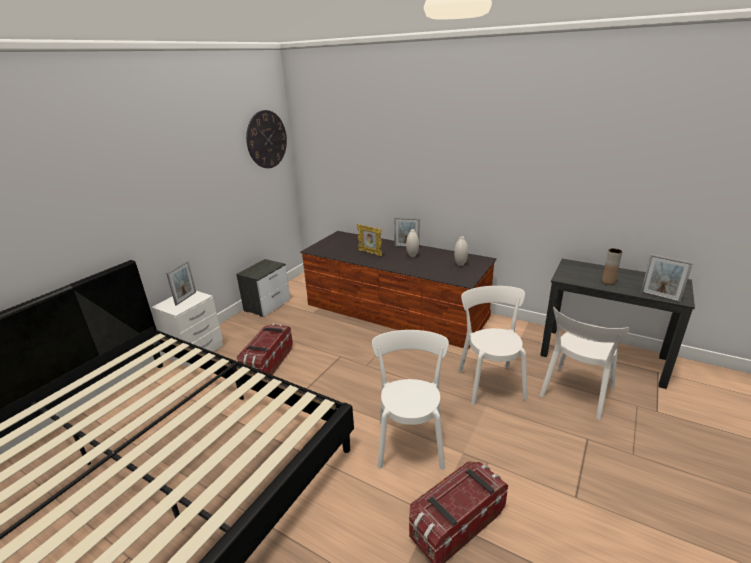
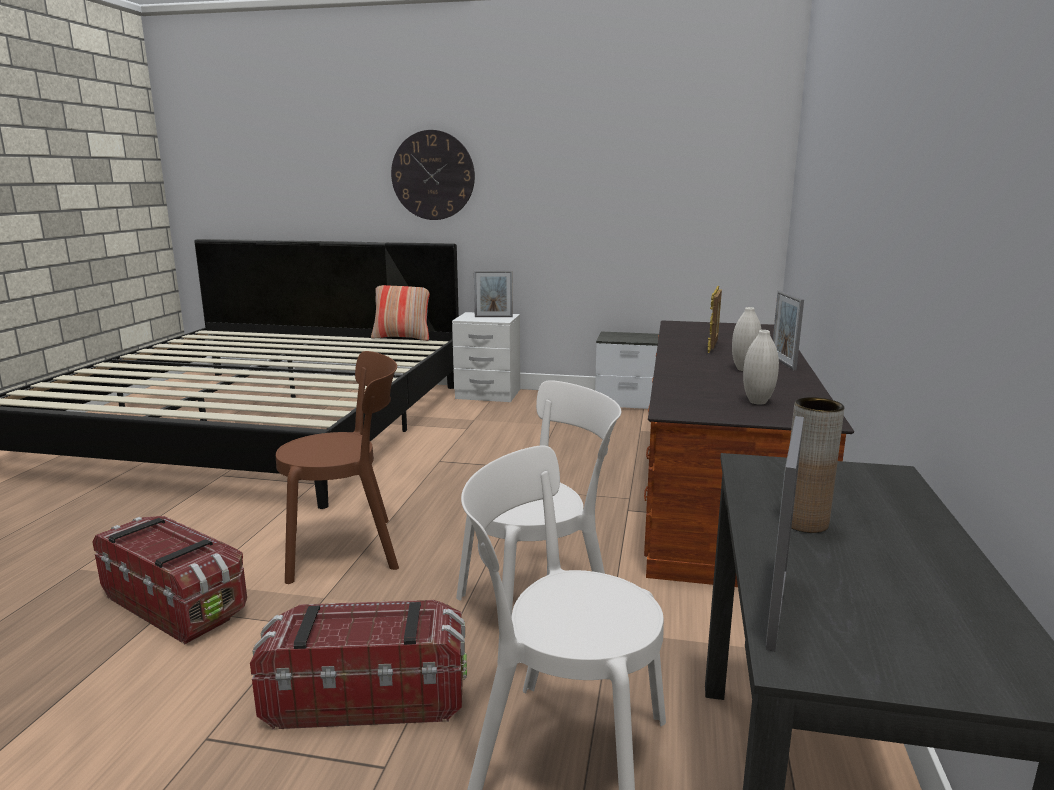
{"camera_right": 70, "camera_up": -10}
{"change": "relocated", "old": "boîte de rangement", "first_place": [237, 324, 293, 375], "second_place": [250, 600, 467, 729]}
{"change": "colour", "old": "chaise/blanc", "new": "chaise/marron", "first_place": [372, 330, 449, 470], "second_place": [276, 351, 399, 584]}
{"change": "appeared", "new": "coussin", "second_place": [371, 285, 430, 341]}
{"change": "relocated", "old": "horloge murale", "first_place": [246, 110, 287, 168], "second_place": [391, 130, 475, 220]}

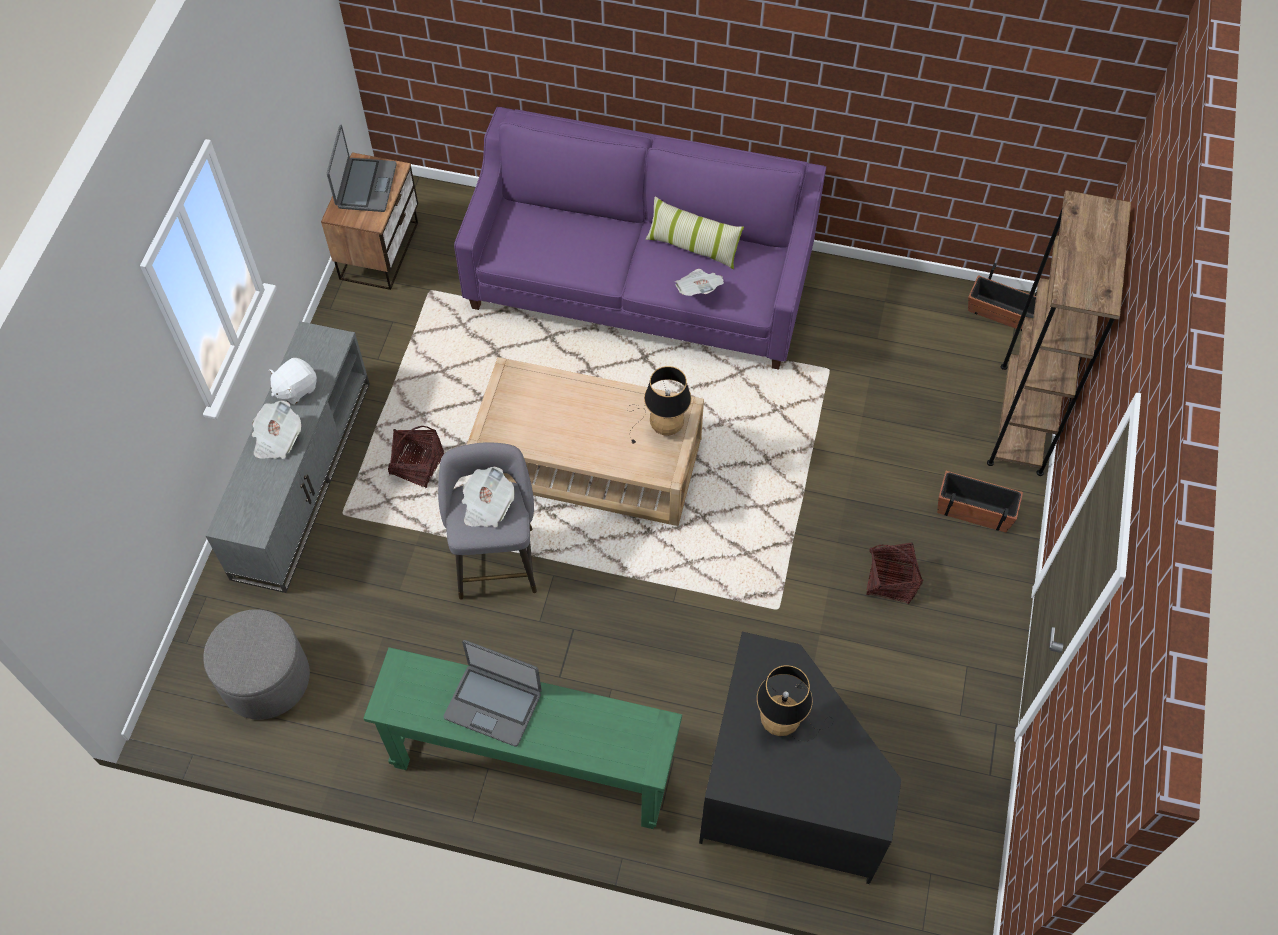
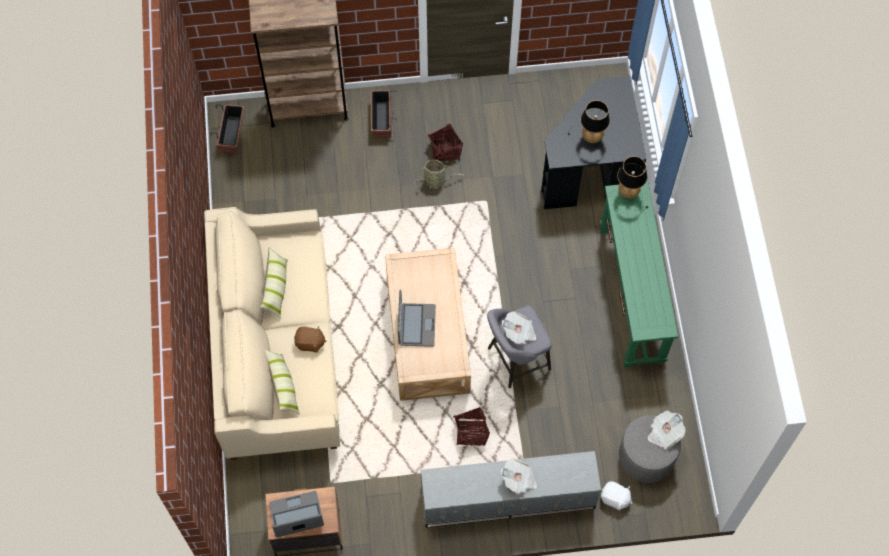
{"camera_right": -110, "camera_up": 5}
{"change": "colour", "old": "canapé/violet", "new": "canapé/beige", "first_place": [454, 107, 826, 370], "second_place": [204, 207, 340, 460]}
{"change": "appeared", "new": "coussin", "second_place": [265, 350, 300, 415]}
{"change": "appeared", "new": "peluche/marron", "second_place": [294, 326, 327, 352]}
{"change": "relocated", "old": "ordinateur portable", "first_place": [443, 640, 542, 747], "second_place": [398, 289, 436, 347]}
{"change": "appeared", "new": "panier", "second_place": [414, 159, 464, 191]}
{"change": "relocated", "old": "peluche/blanc", "first_place": [269, 358, 317, 405], "second_place": [601, 481, 632, 510]}
{"change": "relocated", "old": "lampe de table", "first_place": [627, 366, 691, 445], "second_place": [617, 156, 648, 218]}
{"change": "relocated", "old": "journal", "first_place": [675, 269, 724, 296], "second_place": [648, 411, 686, 449]}

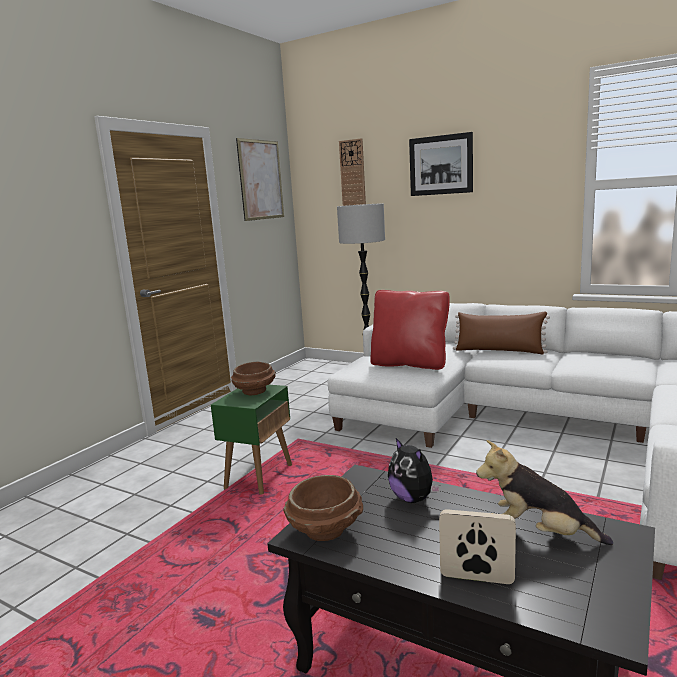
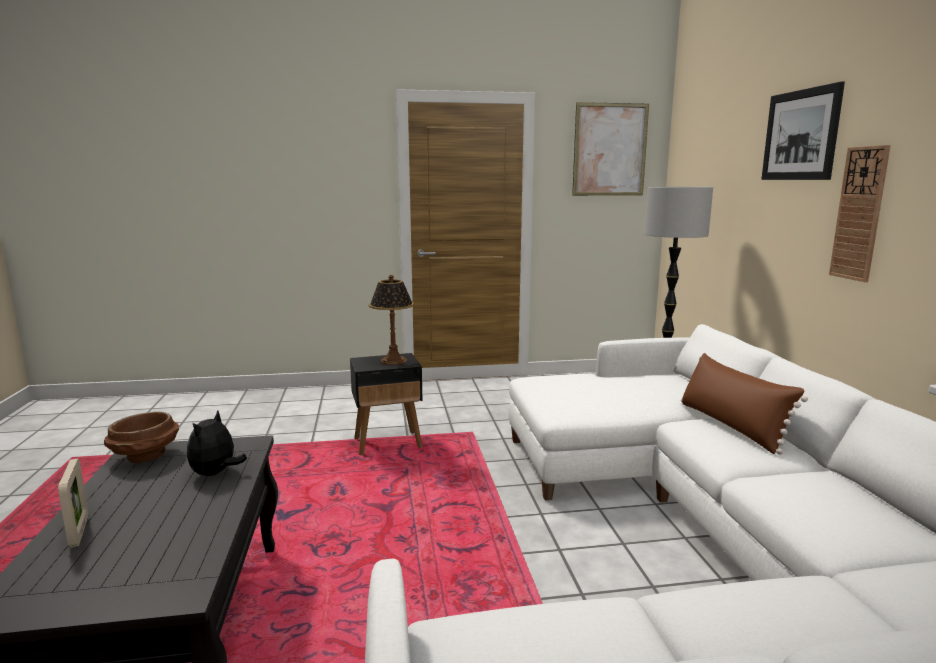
{"camera_right": 50, "camera_up": 0}
{"change": "colour", "old": "table d'appoint/vert", "new": "table d'appoint/noir", "first_place": [211, 385, 292, 495], "second_place": [350, 353, 422, 455]}
{"change": "exchanged", "old": "bol/marron", "new": "lampe de table", "first_place": [231, 362, 276, 395], "second_place": [369, 275, 414, 365]}
{"change": "relocated", "old": "horloge murale", "first_place": [339, 138, 366, 206], "second_place": [829, 145, 891, 282]}
{"change": "missing", "old": "coussin/rouge", "first_place": [370, 290, 450, 370]}
{"change": "missing", "old": "peluche", "first_place": [476, 440, 613, 545]}

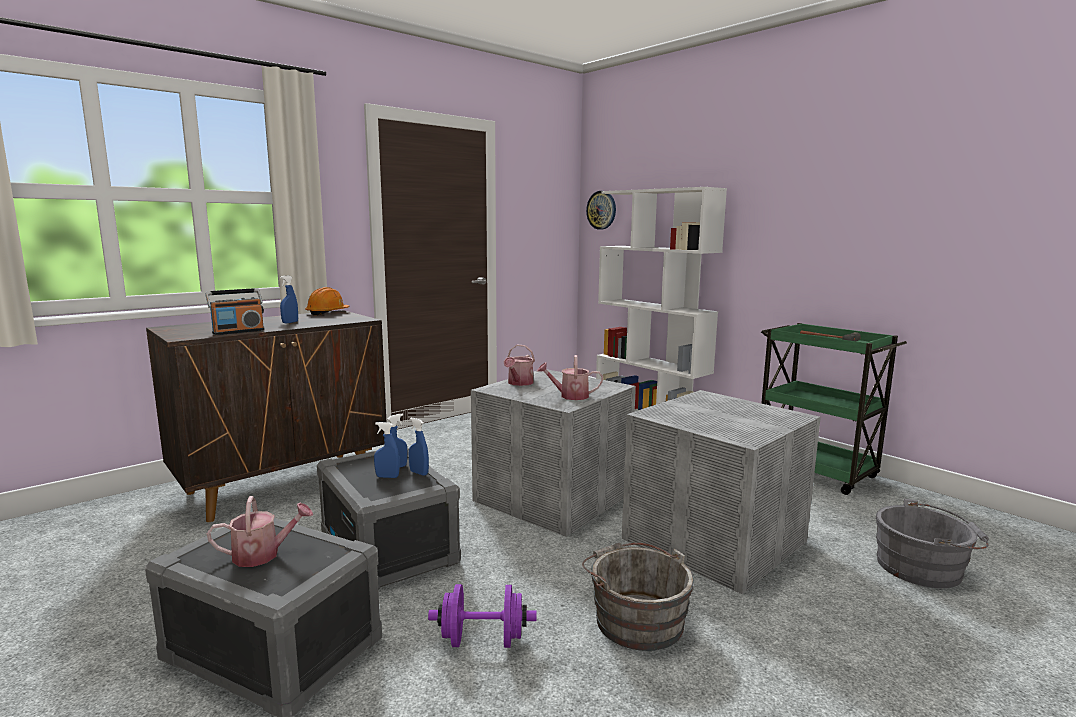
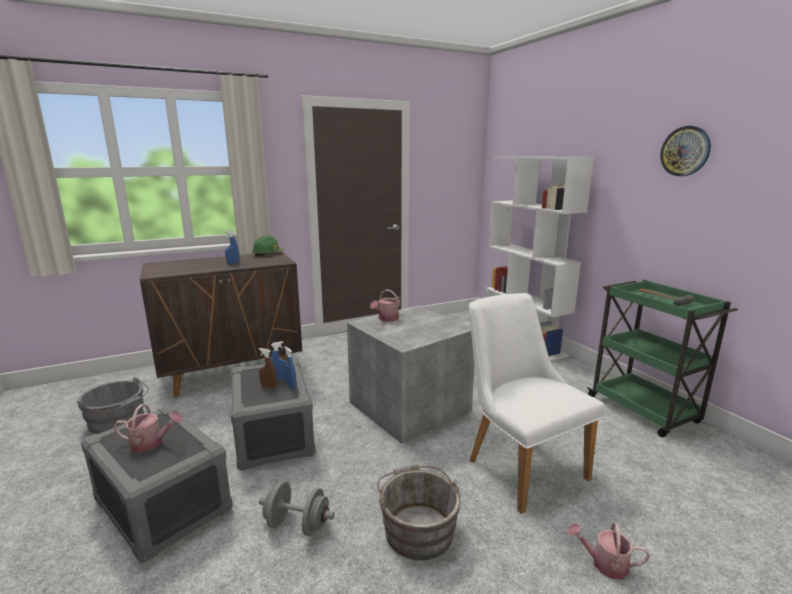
{"camera_right": 15, "camera_up": 5}
{"change": "relocated", "old": "seau/gris", "first_place": [876, 499, 989, 588], "second_place": [77, 377, 149, 434]}
{"change": "colour", "old": "casque de chantier/orange", "new": "casque de chantier/vert", "first_place": [305, 287, 350, 315], "second_place": [251, 236, 284, 256]}
{"change": "colour", "old": "vaporisateur/bleu", "new": "vaporisateur/marron", "first_place": [374, 422, 400, 478], "second_place": [259, 348, 276, 388]}
{"change": "colour", "old": "haltère/violet", "new": "haltère/gris", "first_place": [428, 584, 537, 648], "second_place": [259, 481, 335, 536]}
{"change": "exchanged", "old": "boîte de rangement/gris", "new": "chaise/blanc", "first_place": [622, 390, 821, 594], "second_place": [469, 293, 605, 514]}
{"change": "relocated", "old": "arrosoir", "first_place": [537, 355, 603, 400], "second_place": [567, 522, 650, 579]}
{"change": "relocated", "old": "horloge murale", "first_place": [586, 191, 616, 230], "second_place": [660, 126, 711, 176]}
{"change": "missing", "old": "radio", "first_place": [205, 288, 264, 335]}

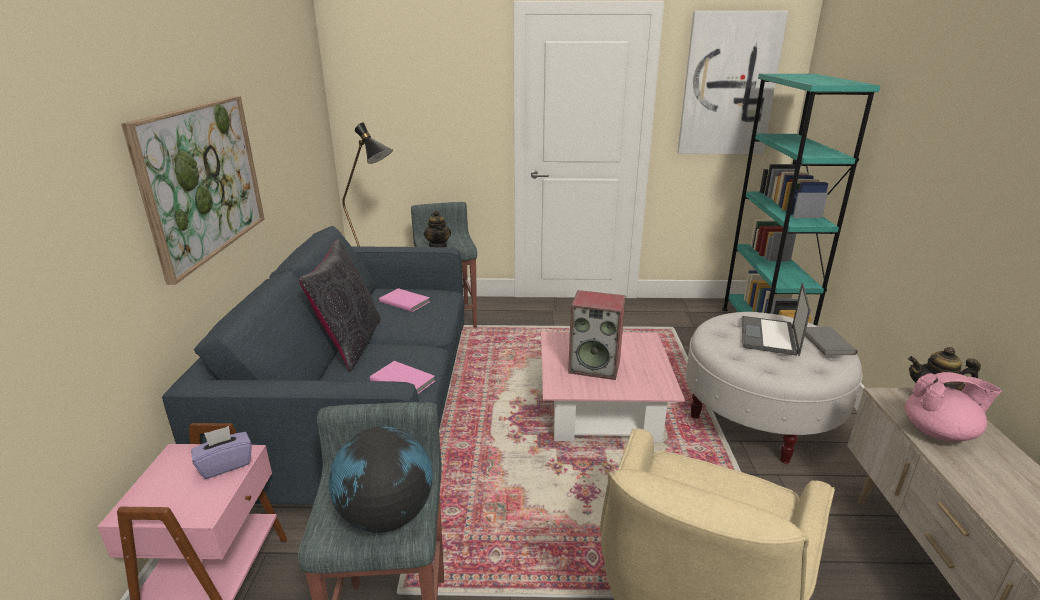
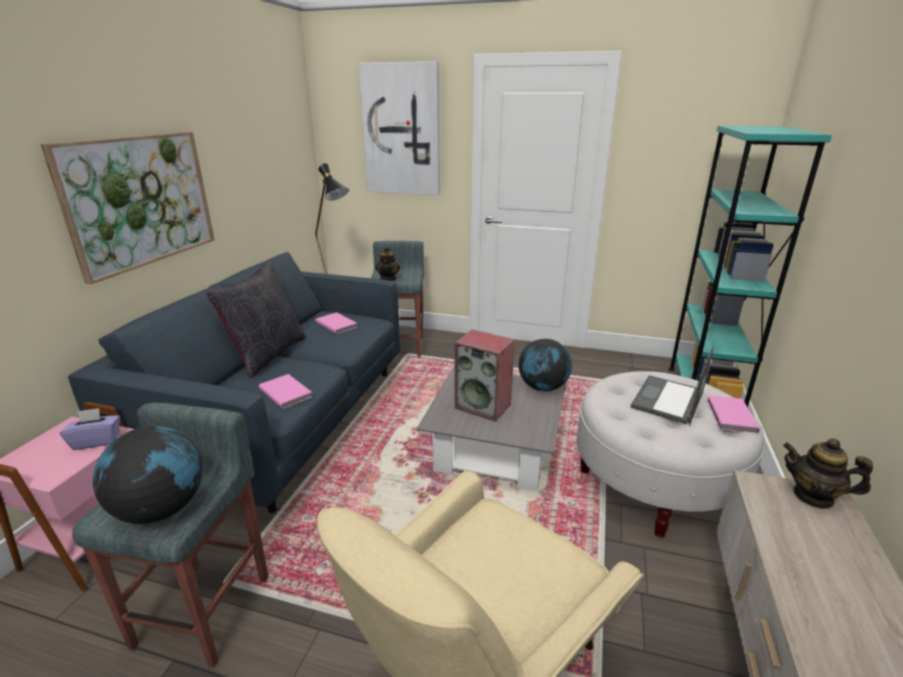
{"camera_right": 15, "camera_up": 0}
{"change": "relocated", "old": "tableau", "first_place": [677, 11, 788, 154], "second_place": [359, 61, 440, 195]}
{"change": "colour", "old": "table basse/rose", "new": "table basse/gris", "first_place": [541, 332, 685, 442], "second_place": [416, 366, 566, 491]}
{"change": "appeared", "new": "globe", "second_place": [519, 339, 572, 391]}
{"change": "colour", "old": "livre/gris", "new": "livre/rose", "first_place": [805, 327, 858, 356], "second_place": [707, 395, 760, 433]}
{"change": "missing", "old": "théière/rose", "first_place": [905, 372, 1002, 442]}

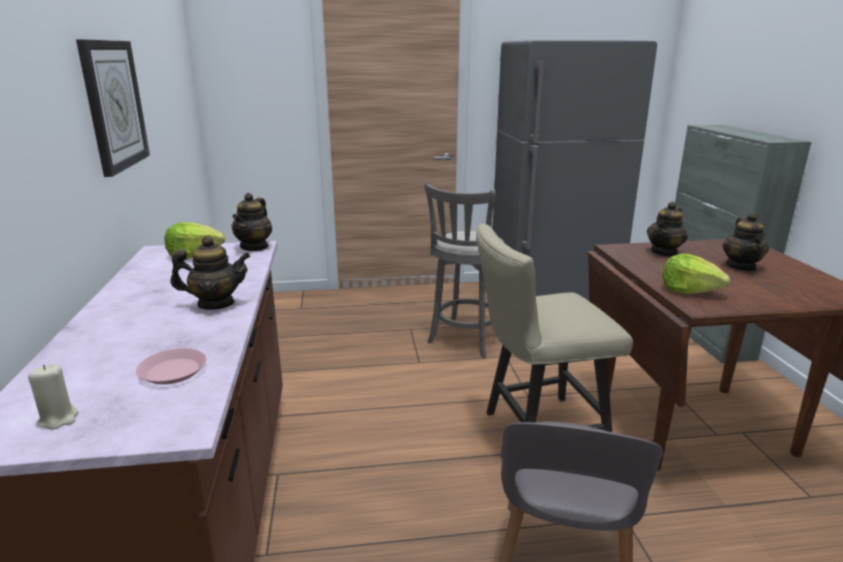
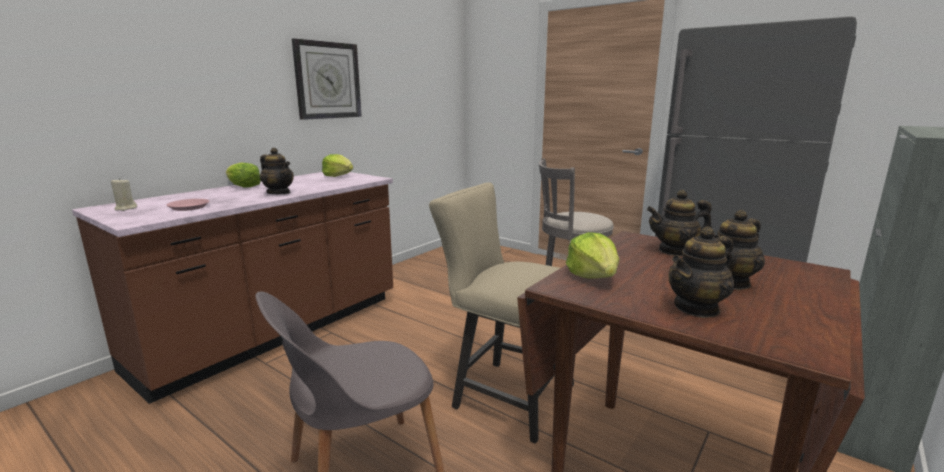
{"camera_right": 45, "camera_up": -5}
{"change": "appeared", "new": "laitue", "second_place": [226, 163, 261, 188]}
{"change": "relocated", "old": "théière", "first_place": [232, 193, 272, 251], "second_place": [668, 226, 734, 318]}

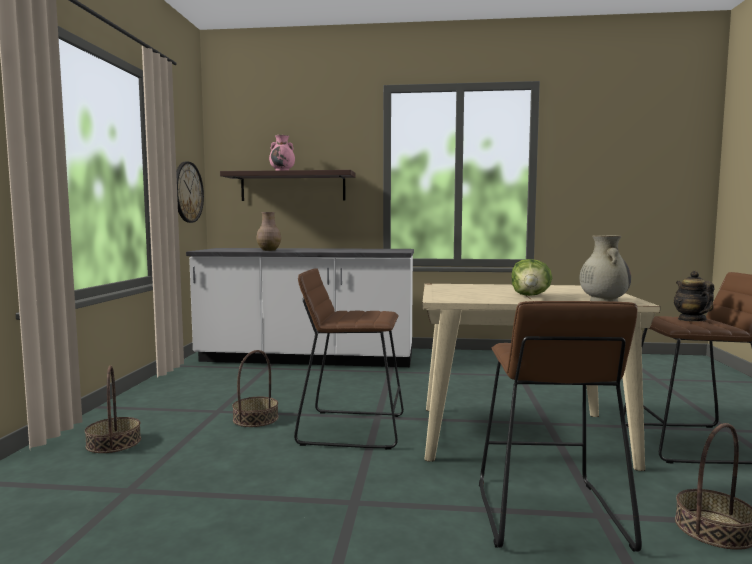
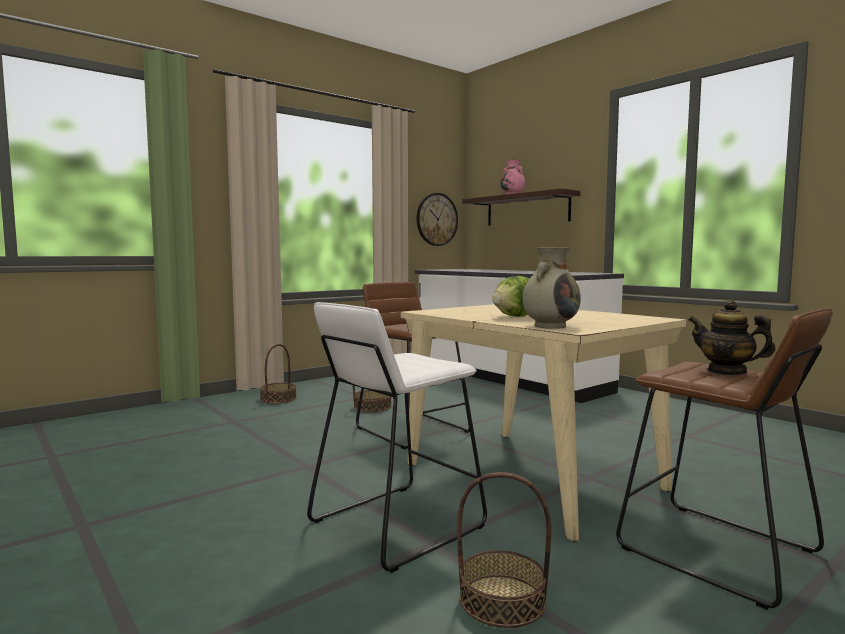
{"camera_right": 45, "camera_up": 0}
{"change": "colour", "old": "tabouret/marron", "new": "tabouret/blanc", "first_place": [479, 301, 642, 552], "second_place": [307, 302, 487, 573]}
{"change": "spun", "old": "théière", "first_place": [674, 271, 714, 322], "second_place": [689, 300, 776, 375], "degrees": -90}
{"change": "missing", "old": "vase/marron", "first_place": [257, 212, 281, 251]}

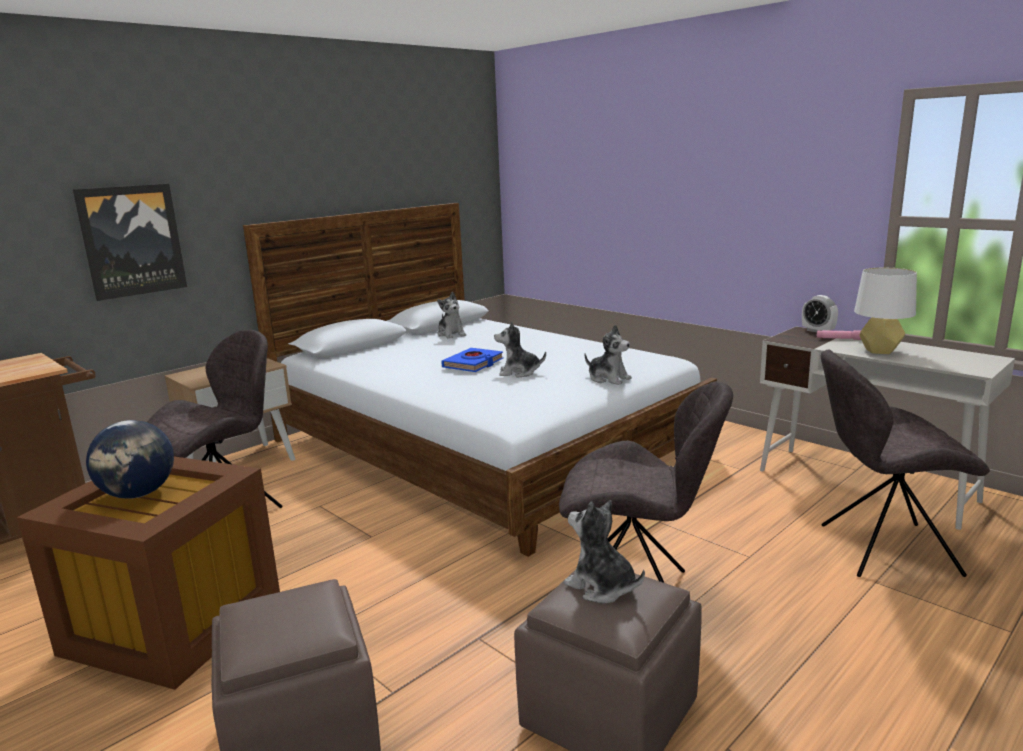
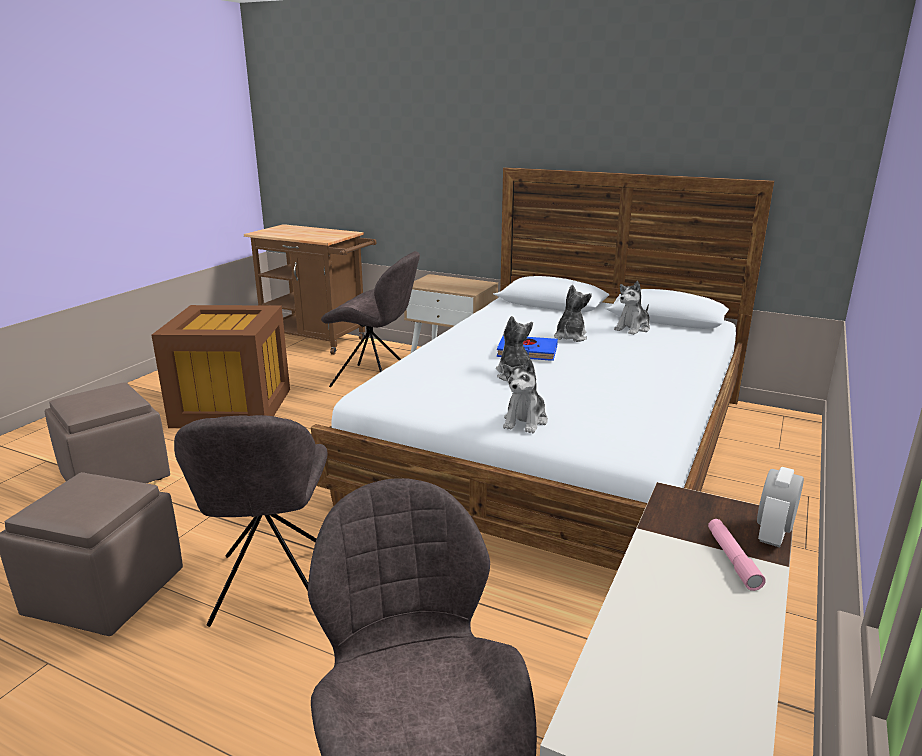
{"camera_right": 70, "camera_up": 5}
{"change": "relocated", "old": "peluche", "first_place": [564, 500, 645, 603], "second_place": [554, 285, 592, 342]}
{"change": "missing", "old": "tableau", "first_place": [73, 184, 187, 301]}
{"change": "missing", "old": "globe", "first_place": [86, 420, 174, 499]}
{"change": "missing", "old": "lampe de table/blanc", "first_place": [854, 268, 917, 354]}

